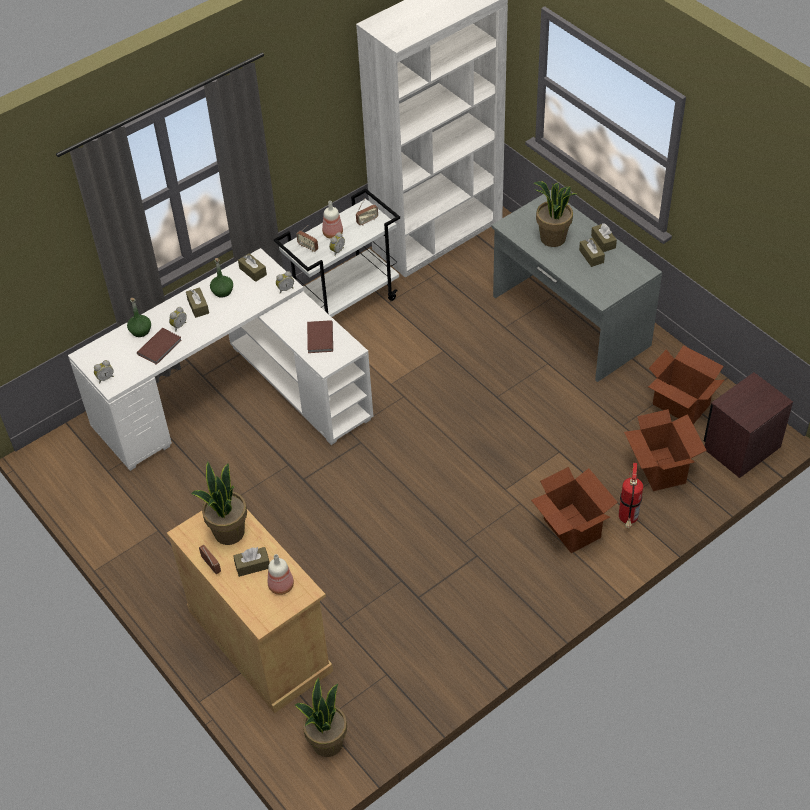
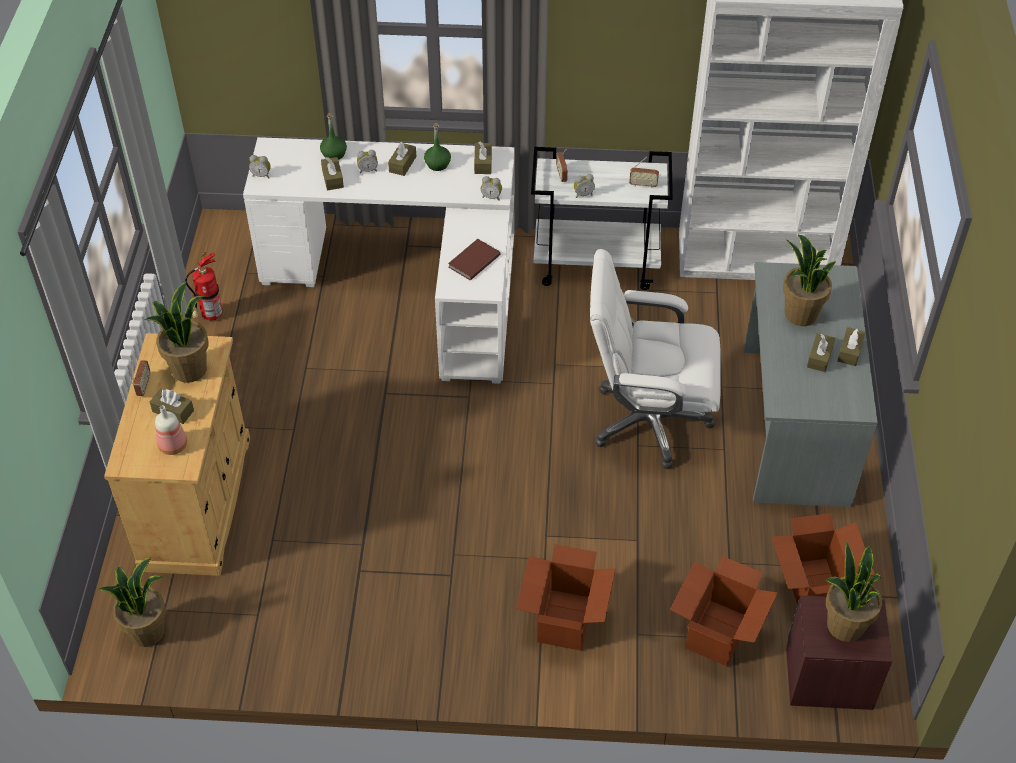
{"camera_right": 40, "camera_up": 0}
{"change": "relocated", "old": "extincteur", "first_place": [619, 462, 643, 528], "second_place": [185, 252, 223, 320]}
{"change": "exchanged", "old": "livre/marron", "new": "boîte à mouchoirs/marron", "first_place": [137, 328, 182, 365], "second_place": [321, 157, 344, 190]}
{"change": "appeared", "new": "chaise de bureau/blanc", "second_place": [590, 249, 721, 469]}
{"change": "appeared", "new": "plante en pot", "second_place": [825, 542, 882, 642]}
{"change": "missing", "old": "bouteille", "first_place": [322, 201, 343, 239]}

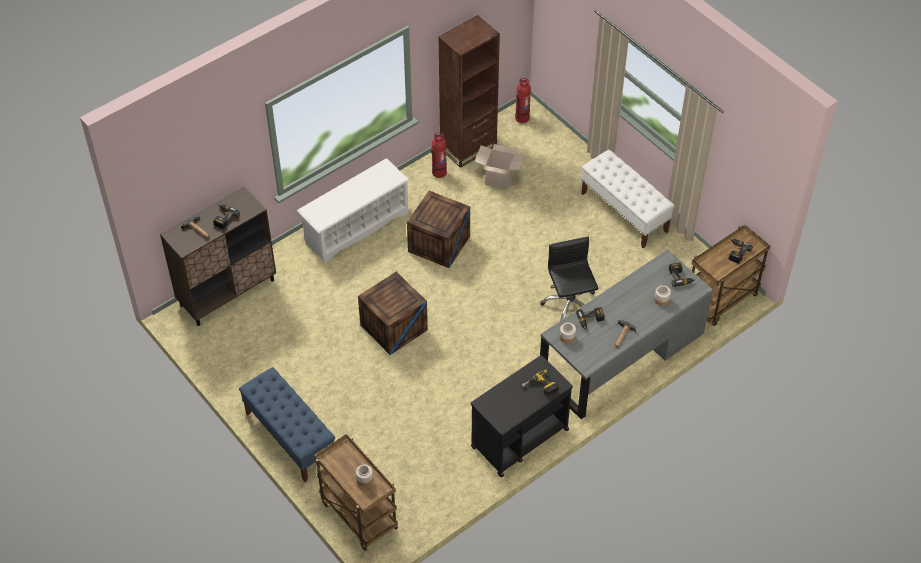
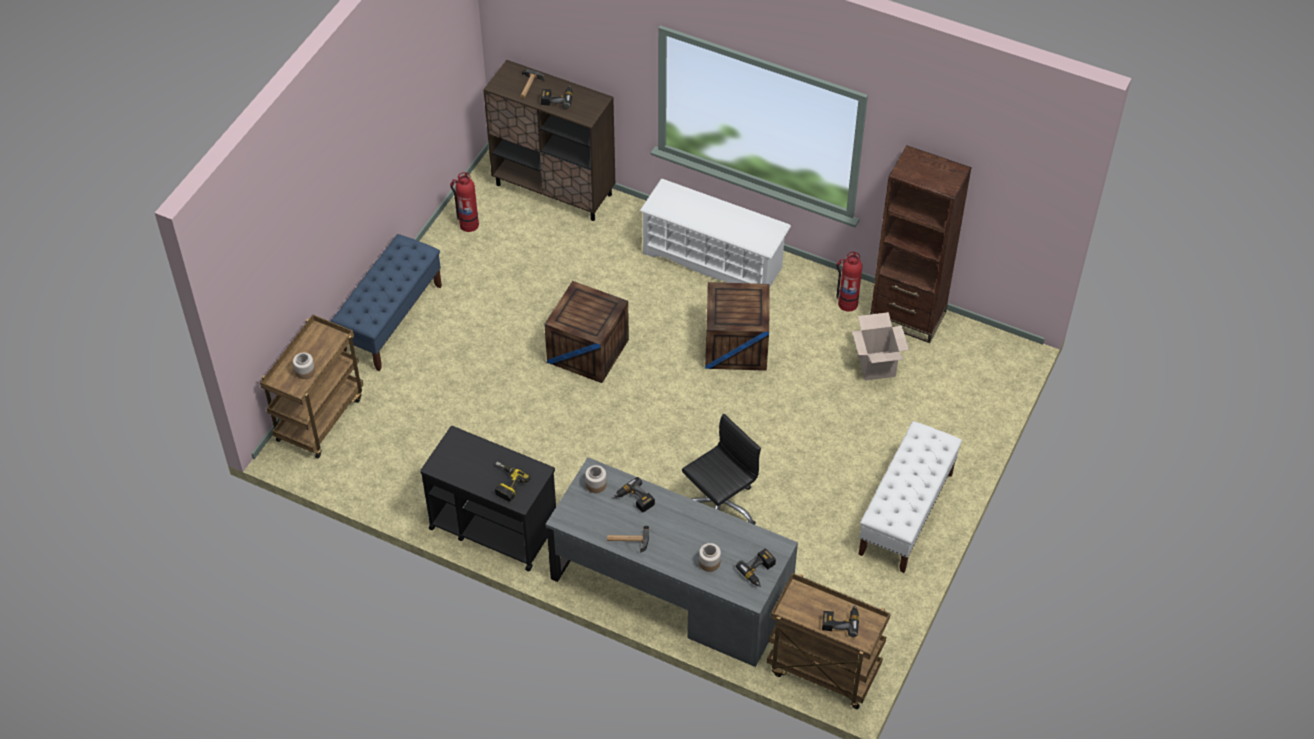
{"camera_right": 65, "camera_up": 0}
{"change": "relocated", "old": "extincteur", "first_place": [515, 78, 531, 123], "second_place": [450, 172, 479, 232]}

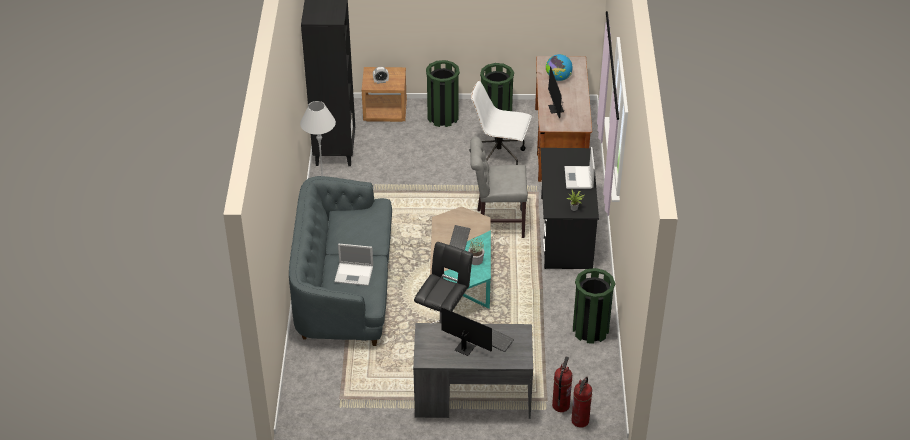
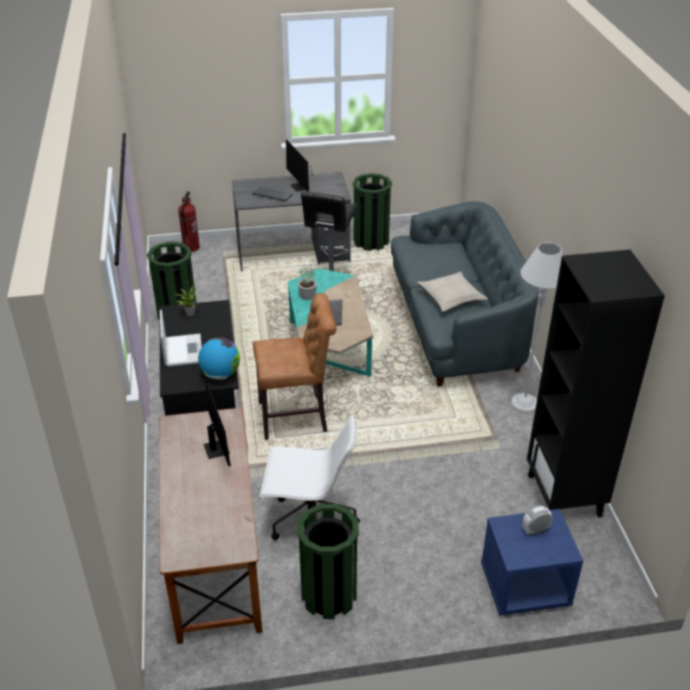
{"camera_right": 170, "camera_up": -5}
{"change": "relocated", "old": "globe", "first_place": [546, 54, 573, 81], "second_place": [198, 337, 240, 379]}
{"change": "colour", "old": "chaise/gris", "new": "chaise/marron", "first_place": [470, 137, 528, 238], "second_place": [253, 293, 336, 440]}
{"change": "spun", "old": "écran d'ordinateur", "first_place": [428, 304, 492, 356], "second_place": [286, 139, 312, 192], "degrees": 45}
{"change": "relocated", "old": "poubelle/vert", "first_place": [426, 60, 460, 127], "second_place": [353, 173, 392, 251]}
{"change": "appeared", "new": "coussin/beige", "second_place": [417, 272, 488, 312]}
{"change": "colour", "old": "table de chevet/marron", "new": "table de chevet/bleu", "first_place": [362, 67, 407, 122], "second_place": [481, 509, 583, 616]}
{"change": "missing", "old": "ordinateur portable", "first_place": [334, 243, 373, 286]}
{"change": "missing", "old": "extincteur", "first_place": [552, 357, 572, 412]}

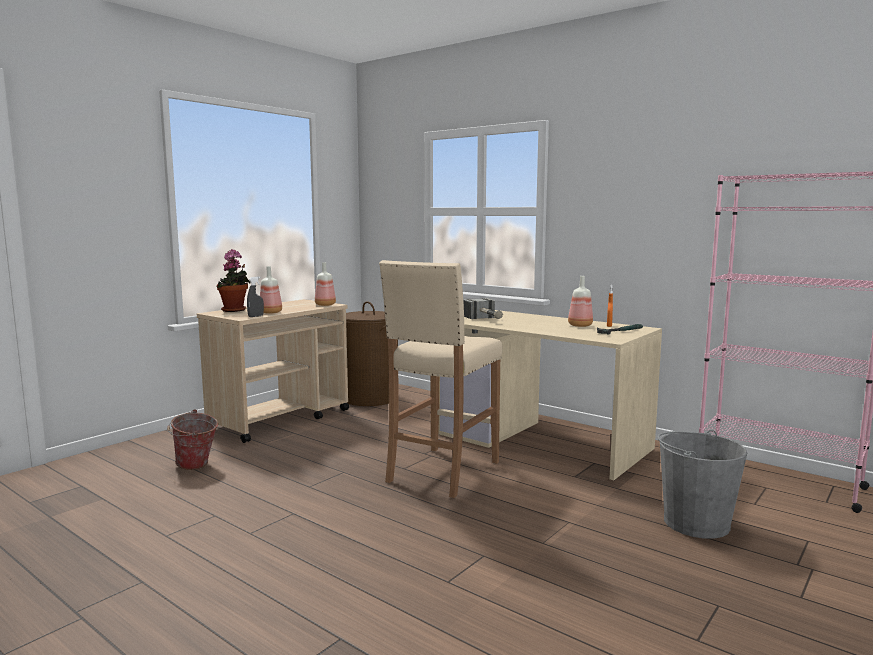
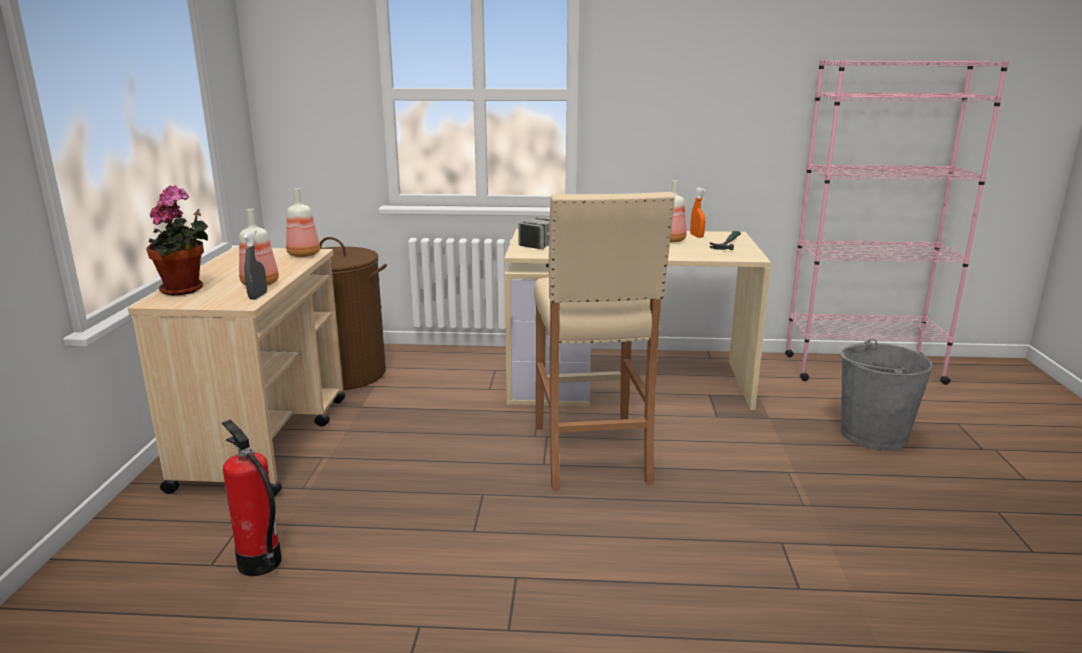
{"camera_right": -35, "camera_up": 10}
{"change": "exchanged", "old": "seau", "new": "extincteur", "first_place": [167, 409, 218, 470], "second_place": [222, 420, 282, 576]}

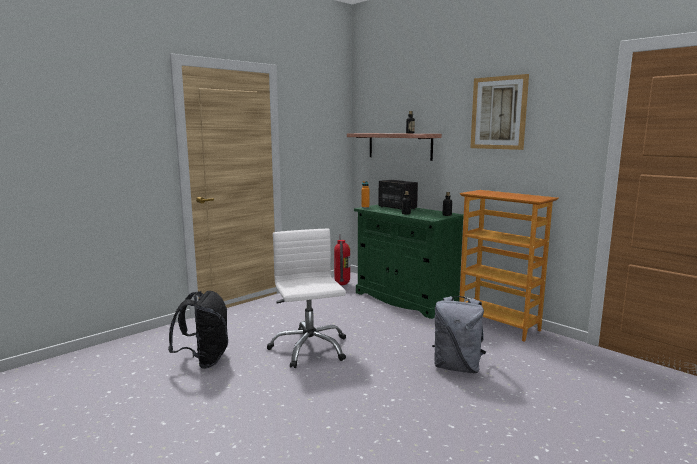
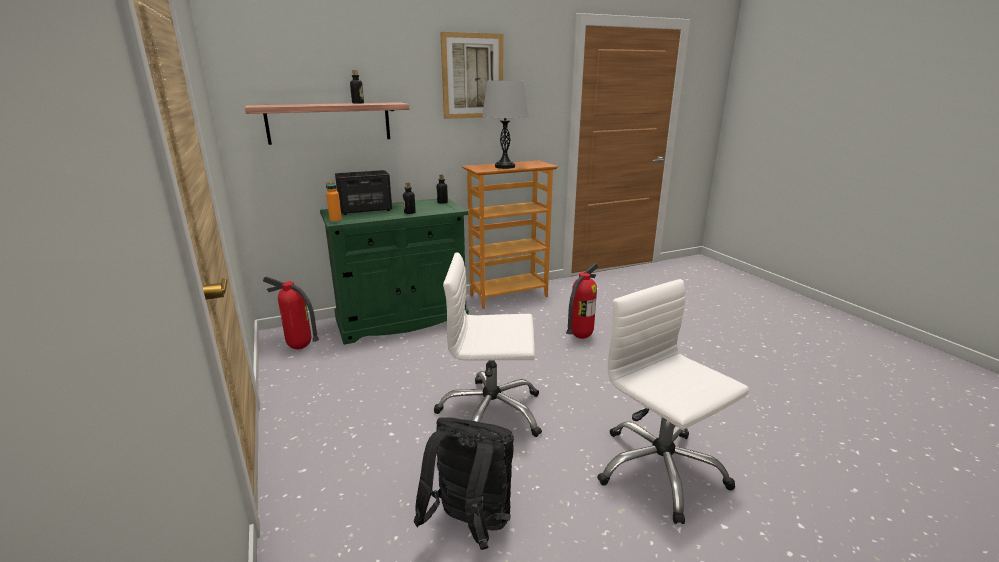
{"camera_right": -70, "camera_up": 10}
{"change": "appeared", "new": "lampe de table/gris", "second_place": [482, 80, 528, 169]}
{"change": "exchanged", "old": "sac à dos/gris", "new": "extincteur", "first_place": [432, 296, 486, 373], "second_place": [566, 263, 598, 339]}
{"change": "appeared", "new": "chaise de bureau/blanc", "second_place": [597, 279, 749, 524]}

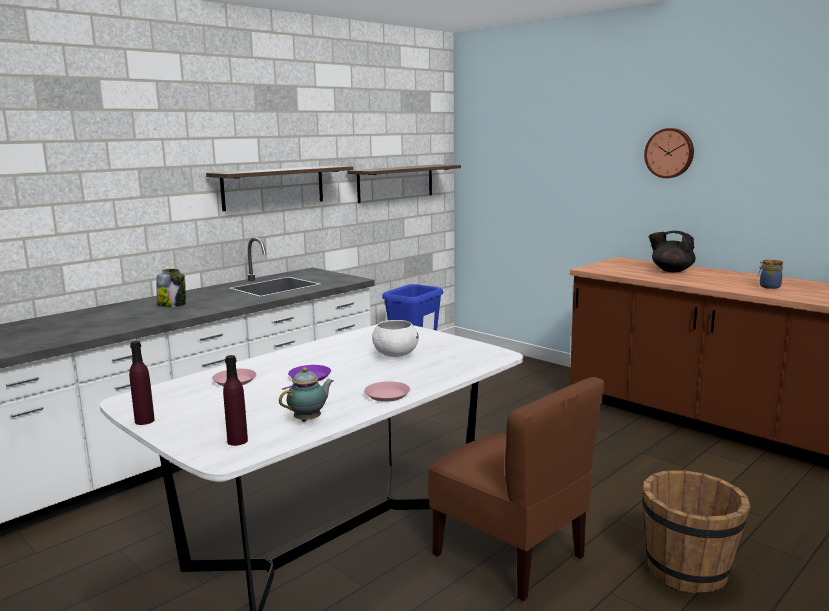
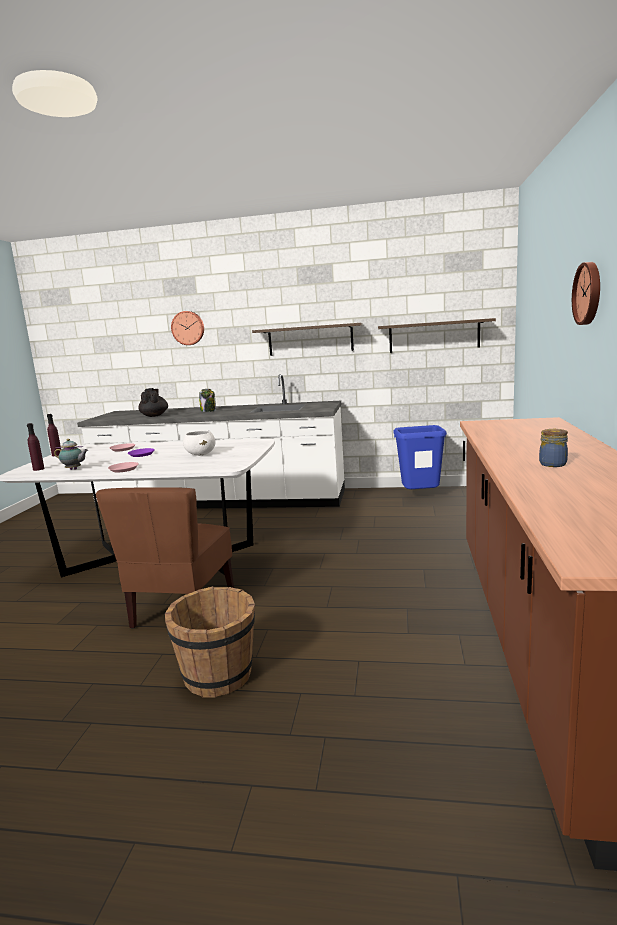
{"camera_right": 55, "camera_up": 0}
{"change": "relocated", "old": "théière/noir", "first_place": [649, 231, 696, 272], "second_place": [138, 388, 168, 417]}
{"change": "appeared", "new": "horloge murale", "second_place": [171, 311, 204, 345]}

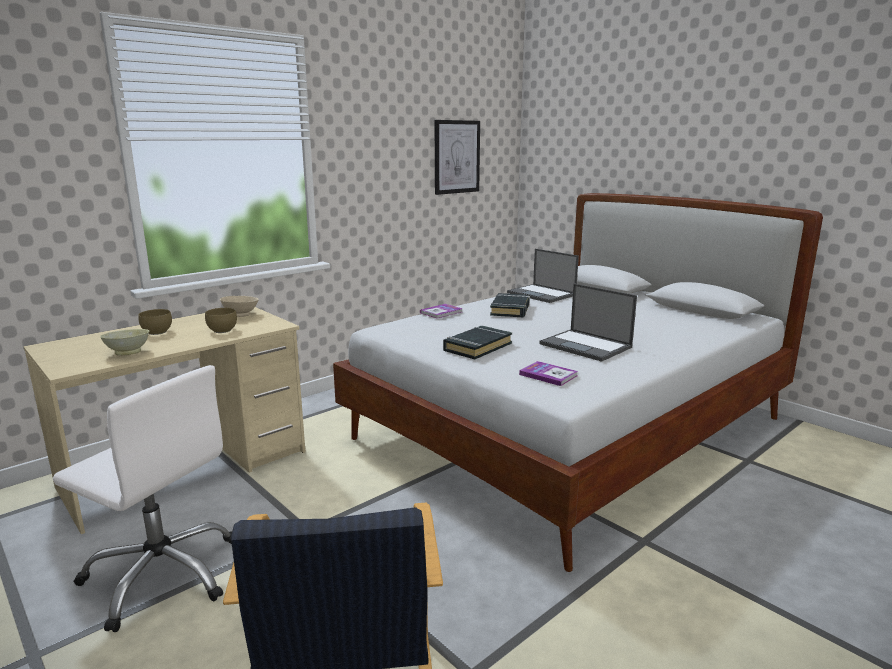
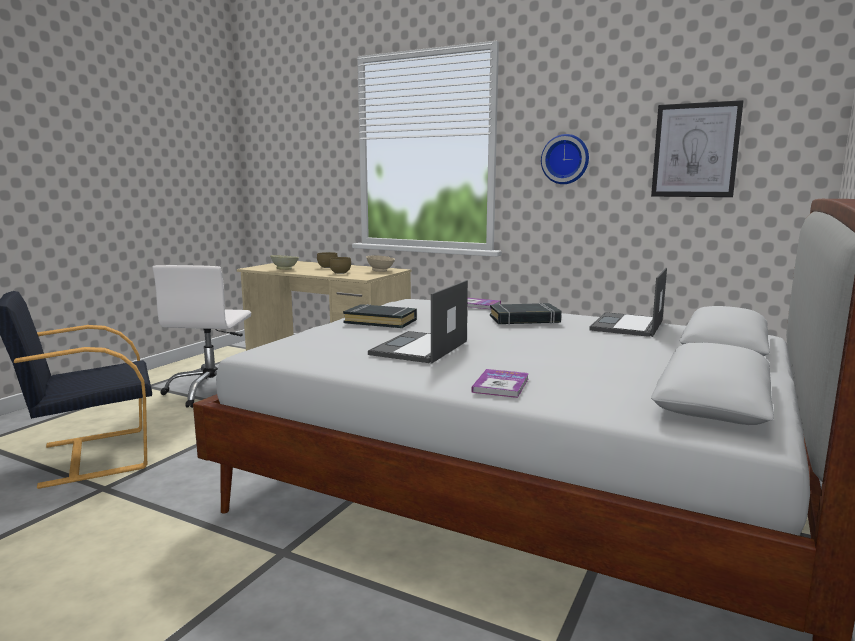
{"camera_right": 70, "camera_up": -5}
{"change": "relocated", "old": "livre", "first_place": [519, 361, 578, 386], "second_place": [472, 369, 529, 398]}
{"change": "appeared", "new": "horloge murale", "second_place": [541, 134, 589, 184]}

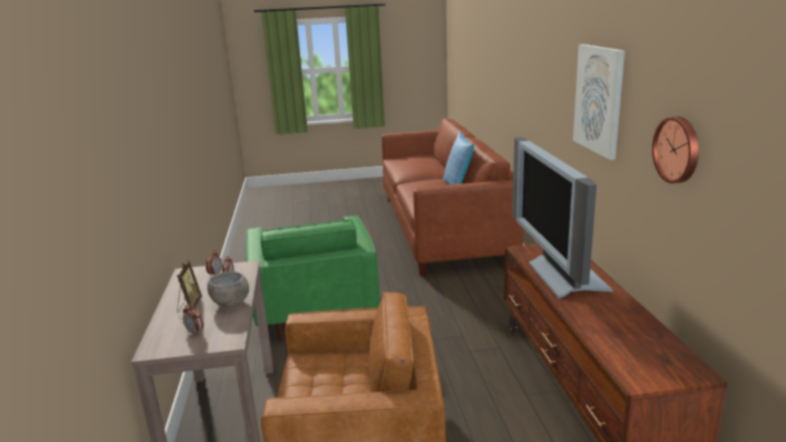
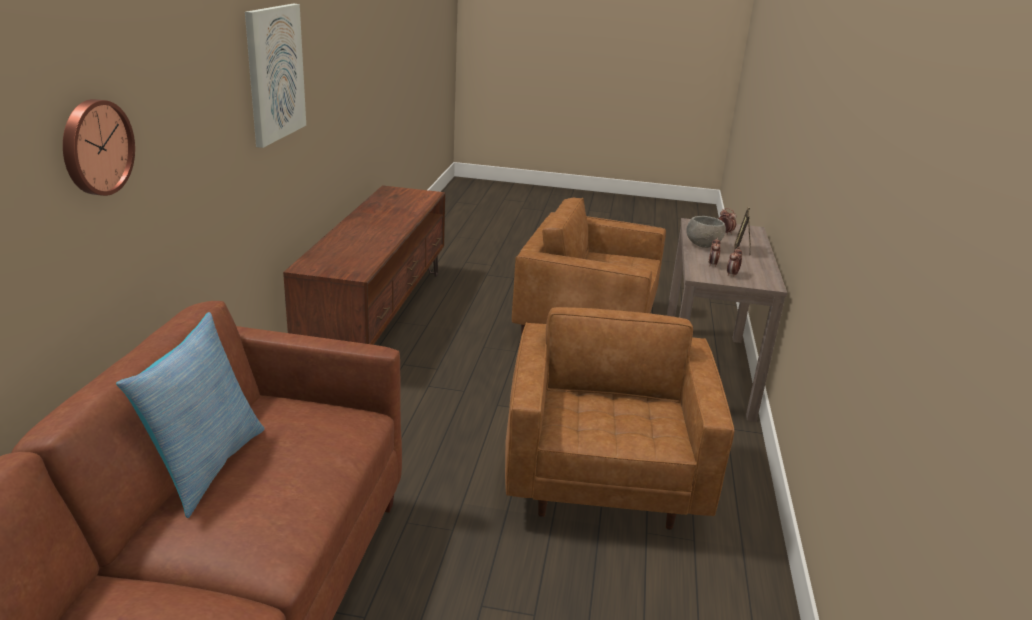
{"camera_right": -165, "camera_up": 5}
{"change": "relocated", "old": "horloge murale", "first_place": [652, 117, 699, 183], "second_place": [63, 99, 135, 196]}
{"change": "colour", "old": "fauteuil/vert", "new": "fauteuil/marron", "first_place": [245, 215, 380, 341], "second_place": [505, 307, 734, 530]}
{"change": "missing", "old": "téléviseur", "first_place": [512, 137, 613, 299]}

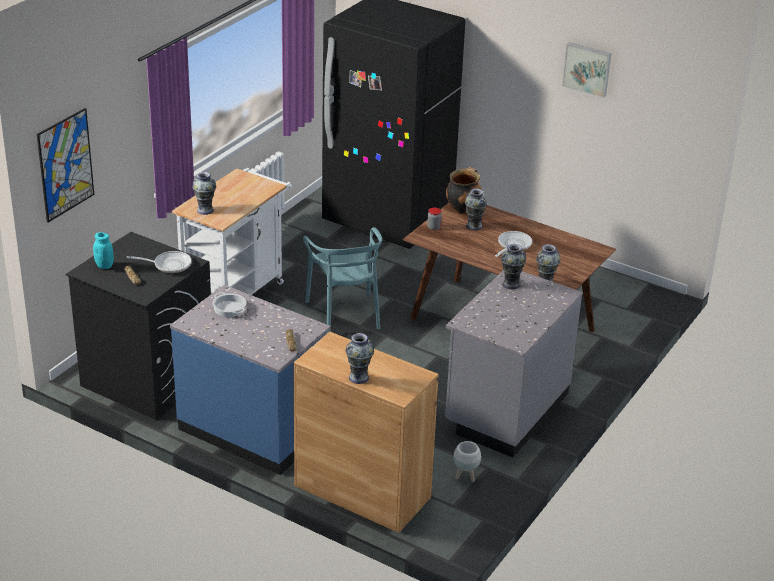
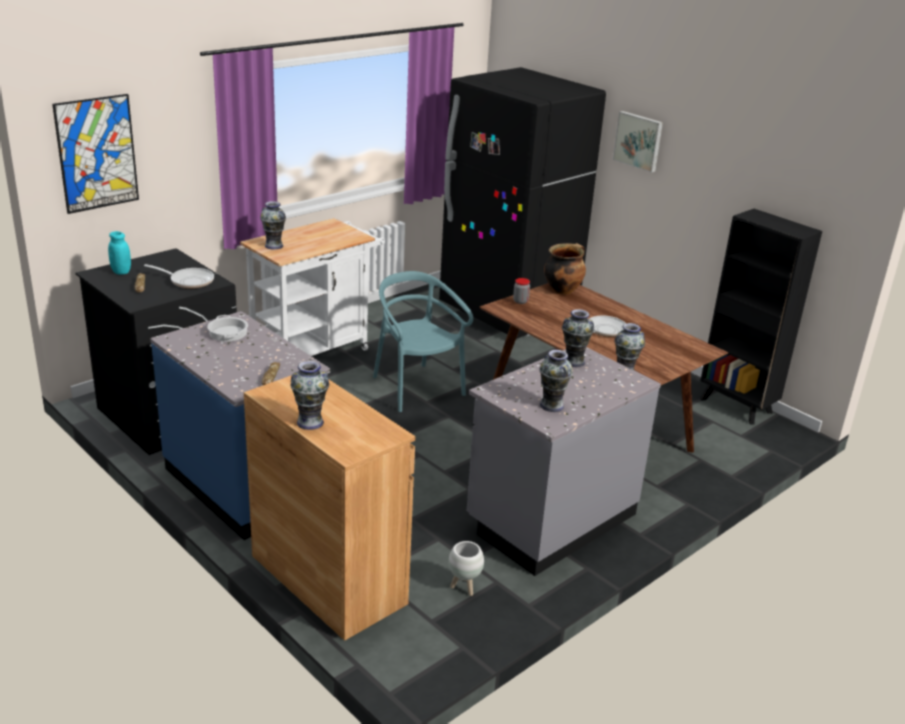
{"camera_right": 15, "camera_up": -5}
{"change": "spun", "old": "chaise/turquoise", "first_place": [303, 227, 382, 333], "second_place": [373, 271, 473, 412], "degrees": 150}
{"change": "relocated", "old": "vase", "first_place": [465, 189, 487, 231], "second_place": [540, 350, 573, 412]}
{"change": "relocated", "old": "tableau", "first_place": [562, 42, 611, 98], "second_place": [613, 111, 663, 173]}
{"change": "appeared", "new": "bibliothèque/noir", "second_place": [700, 209, 822, 425]}

